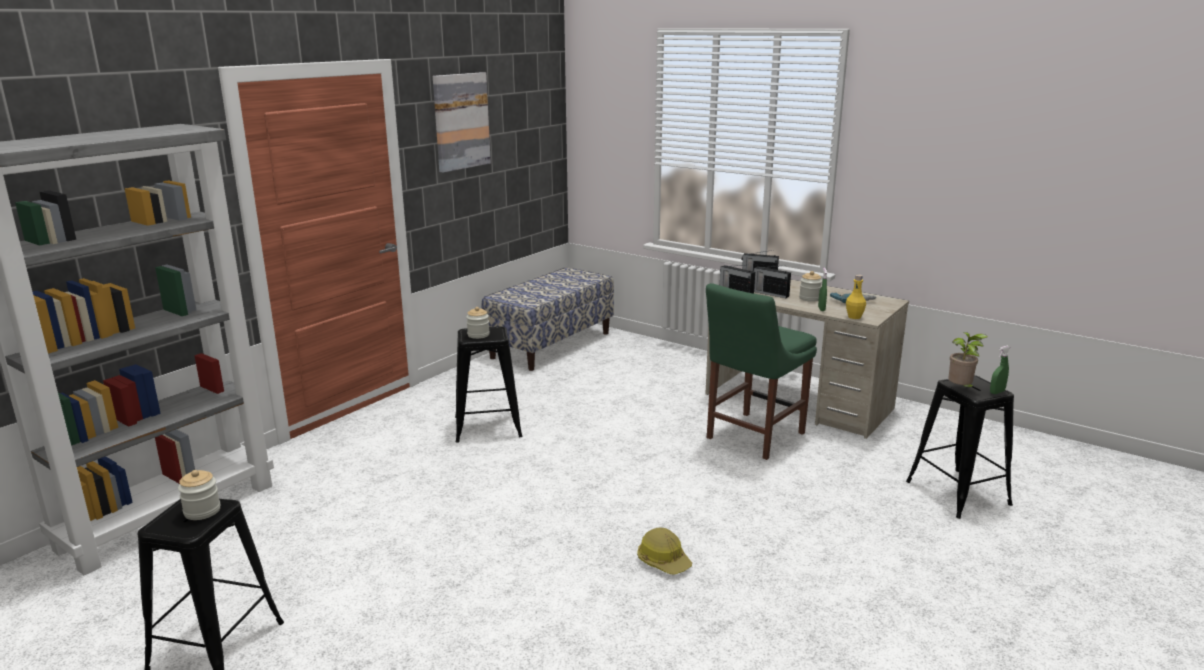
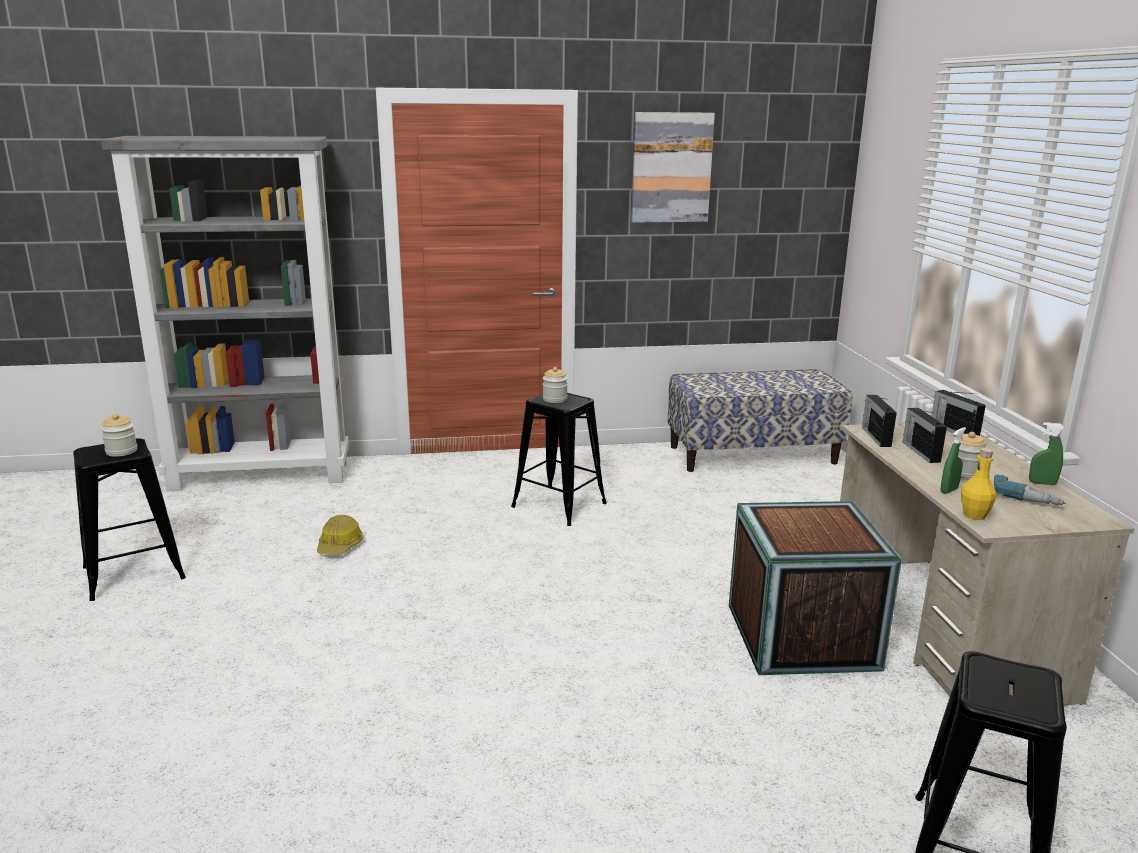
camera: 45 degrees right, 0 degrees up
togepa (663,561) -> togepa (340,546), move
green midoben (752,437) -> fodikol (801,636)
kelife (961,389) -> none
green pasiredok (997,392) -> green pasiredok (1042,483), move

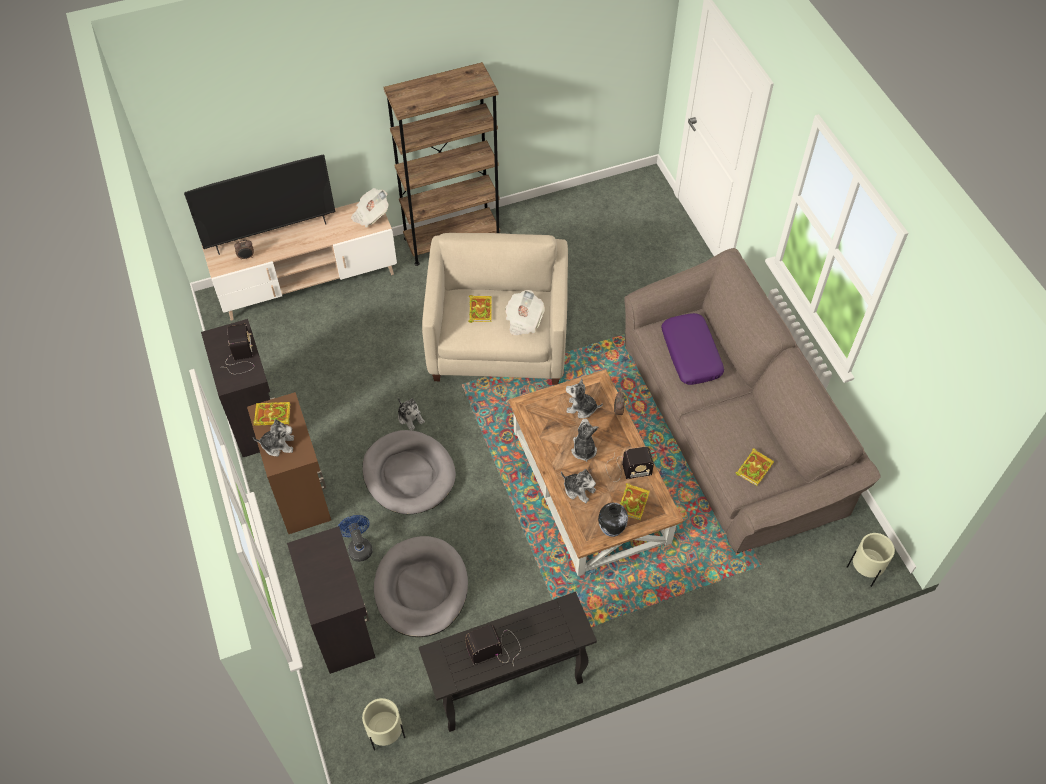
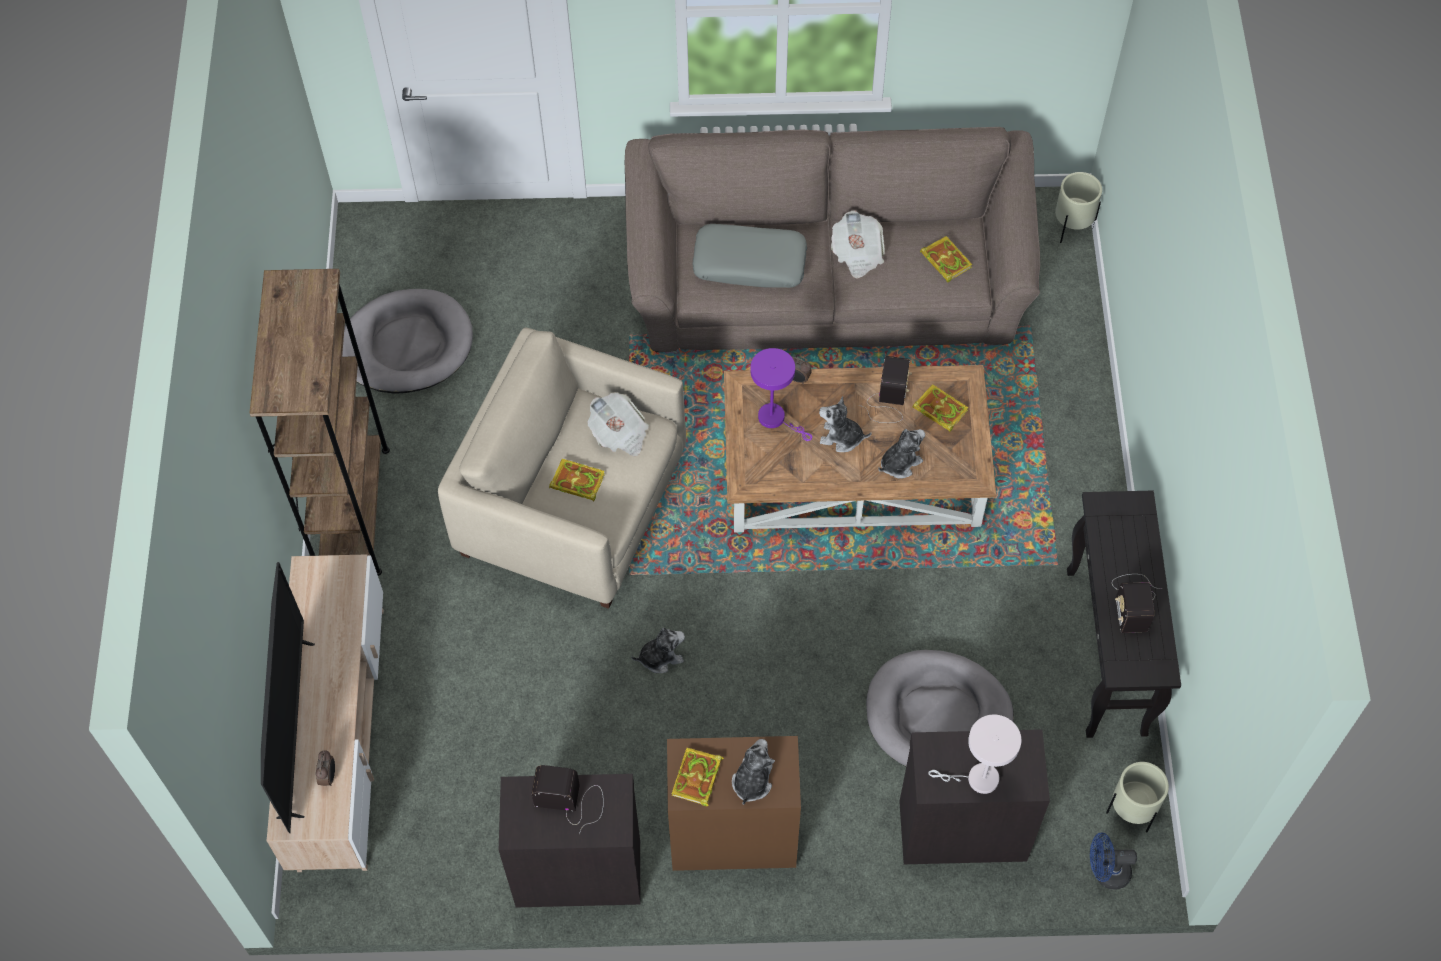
camera: 70 degrees left, 5 degrees up
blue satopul (359,547) -> blue satopul (1106,872), move
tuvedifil (370,215) -> tuvedifil (857,254), move
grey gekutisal (409,474) -> grey gekutisal (407,345), move
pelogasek (581,408) -> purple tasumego (776,419)
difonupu (611,529) -> none
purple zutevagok (691,354) -> grey zutevagok (750,263)
none -> white tasumego (977,779)

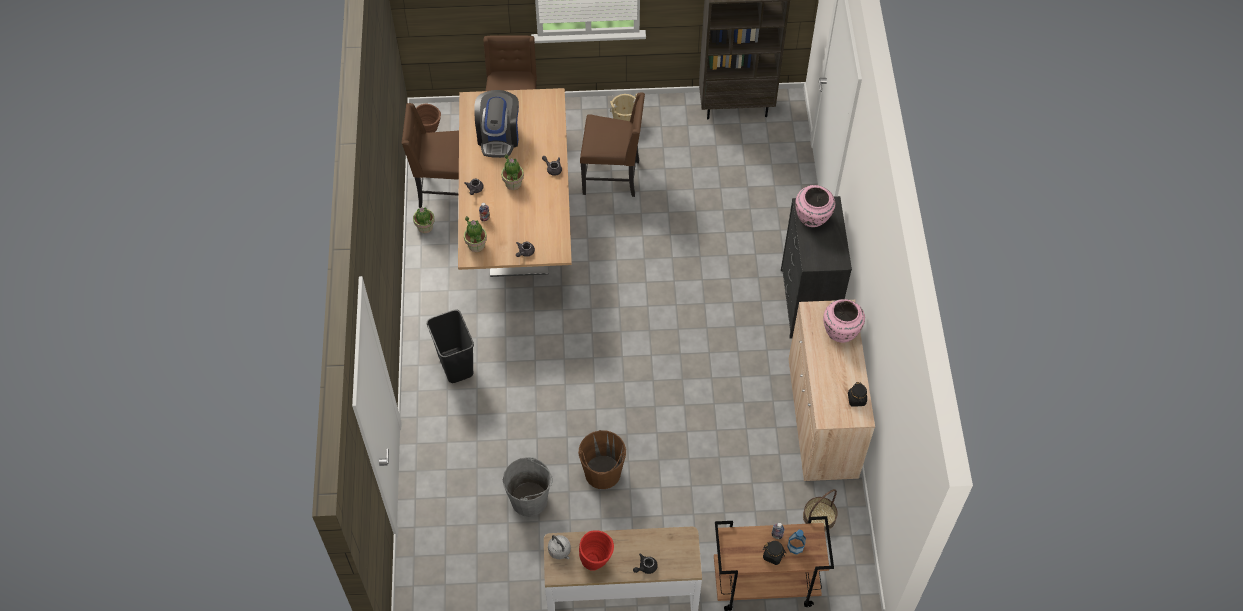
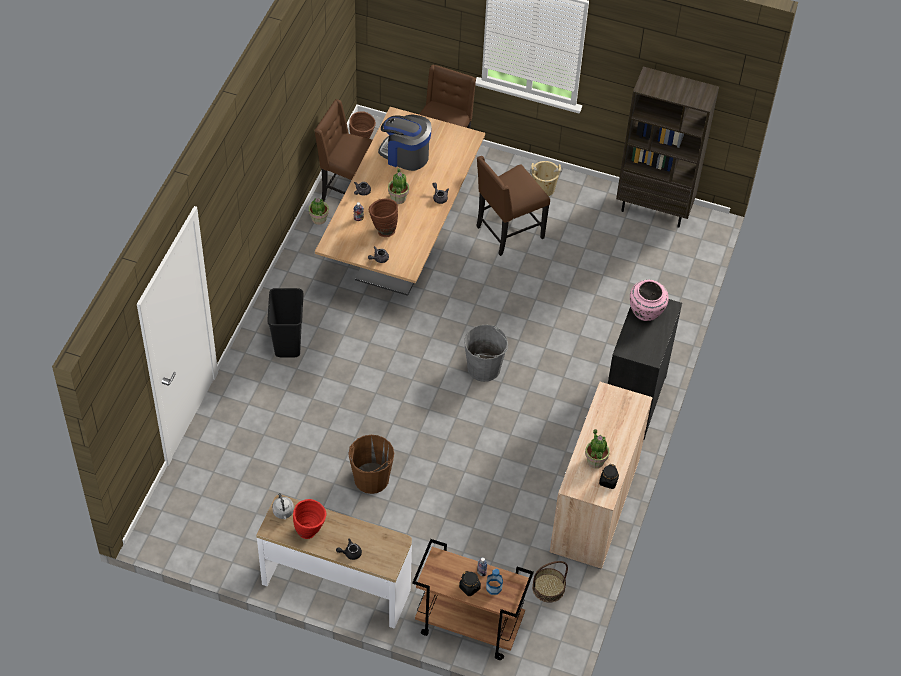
camera: 20 degrees right, 5 degrees down
kelife (476,245) -> kelife (595,460), move
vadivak (499,137) -> vadivak (405,155), 90 degrees clockwise
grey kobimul (529,499) -> grey kobimul (484,368), move
brown midoben (613,177) -> brown midoben (508,232), 120 degrees clockwise
pink difonupu (841,331) -> none
none -> brown difonupu (383,230)

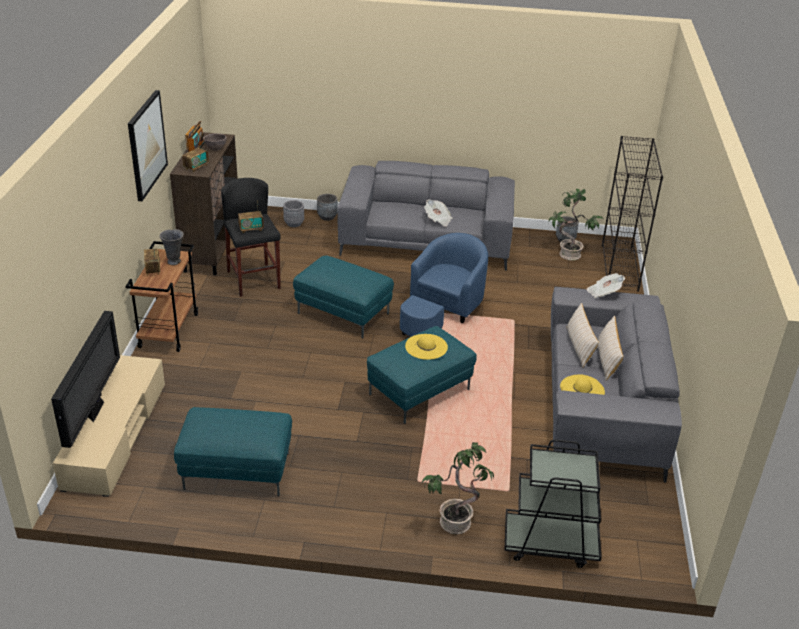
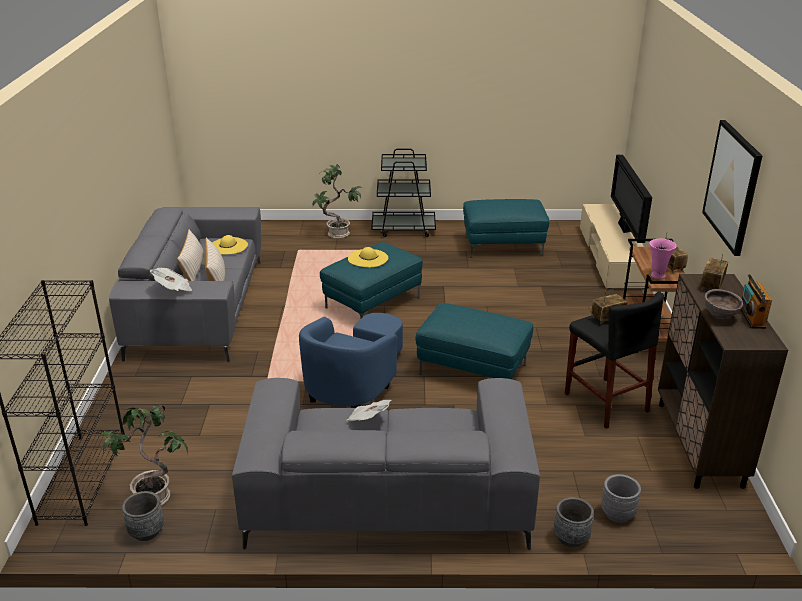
camera: 175 degrees right, 5 degrees down
grey difonupu (174,261) -> pink difonupu (657,275)
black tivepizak (550,544) -> black tivepizak (404,229), move

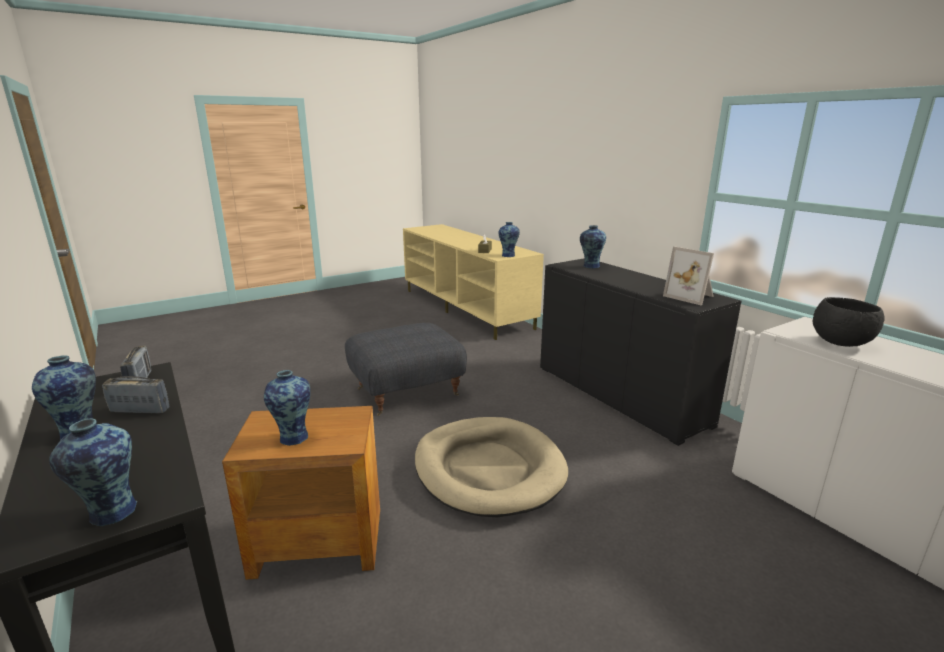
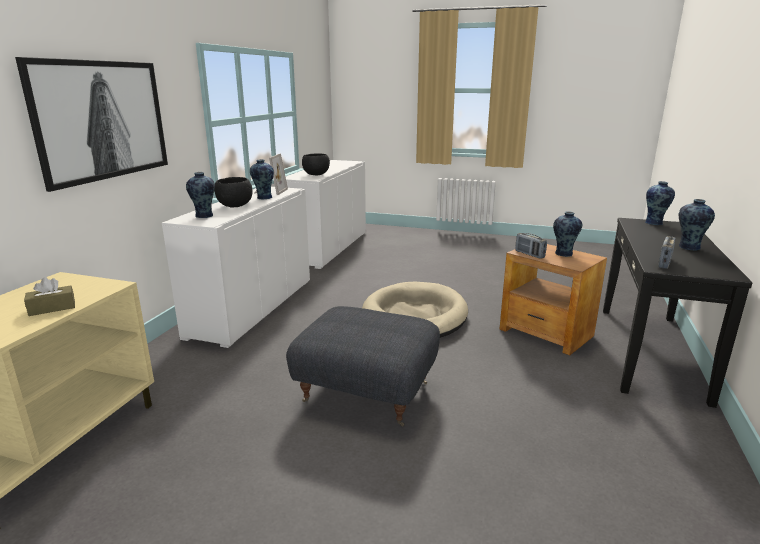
camera: 130 degrees left, 0 degrees up
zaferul (140,410) -> zaferul (529,254), move
difonupu (508,255) -> difonupu (263,197), move
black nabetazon (619,395) -> white nabetazon (253,307)
none -> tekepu (102,120)
none -> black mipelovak (234,206)

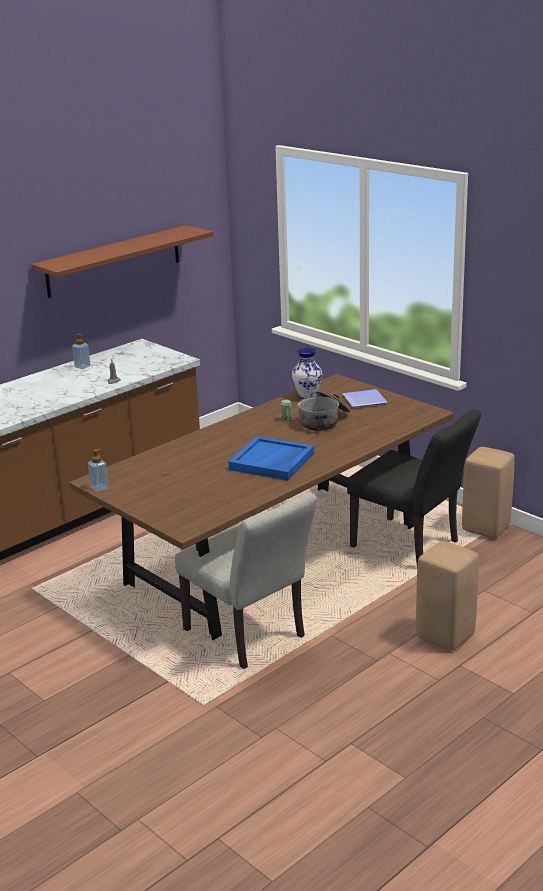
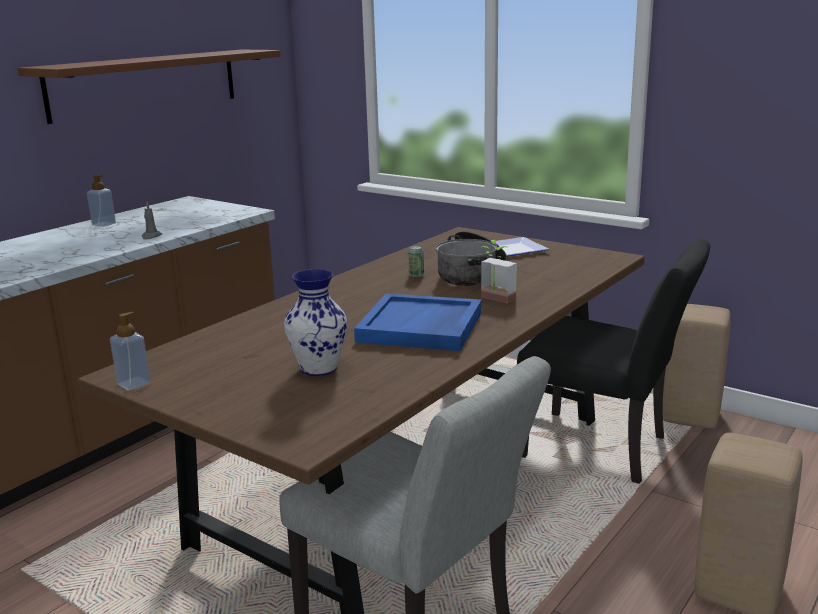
camera: 10 degrees left, 5 degrees down
difonupu (307,395) -> difonupu (317,368), move
none -> kelife (494,300)

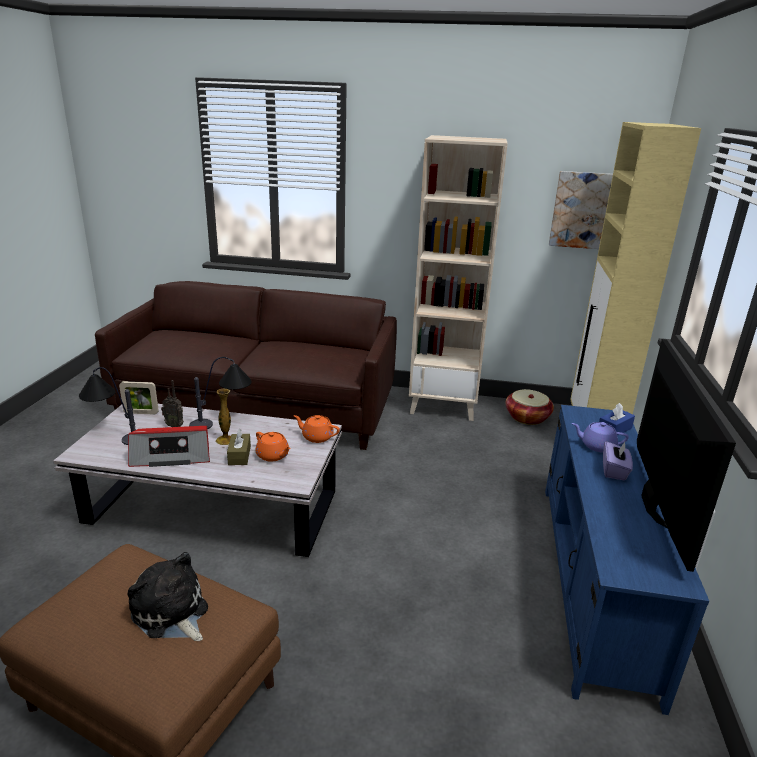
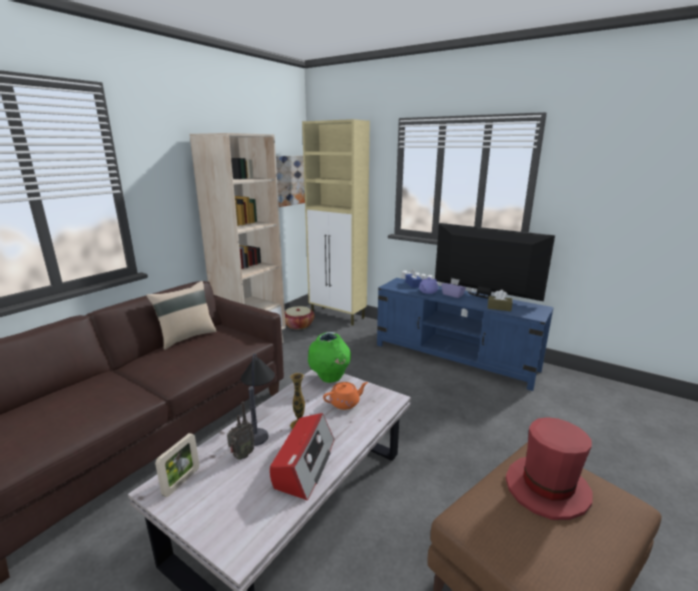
camera: 65 degrees left, 5 degrees down
tasumego (115,433) -> none
pelogasek (171,613) -> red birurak (547,488)
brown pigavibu (239,455) -> brown pigavibu (499,308), move
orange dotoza (316,437) -> green difonupu (330,378)
none -> beige zutevagok (186,337)

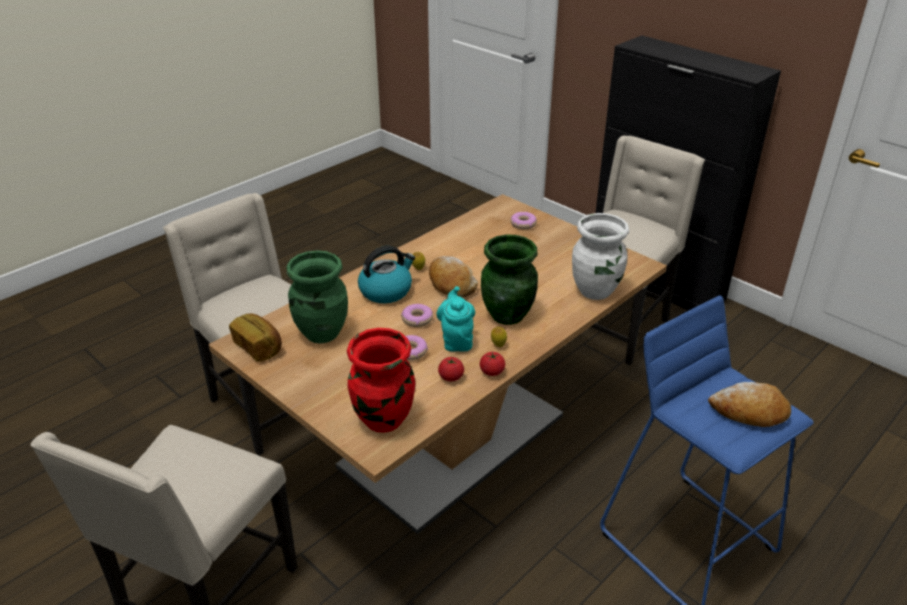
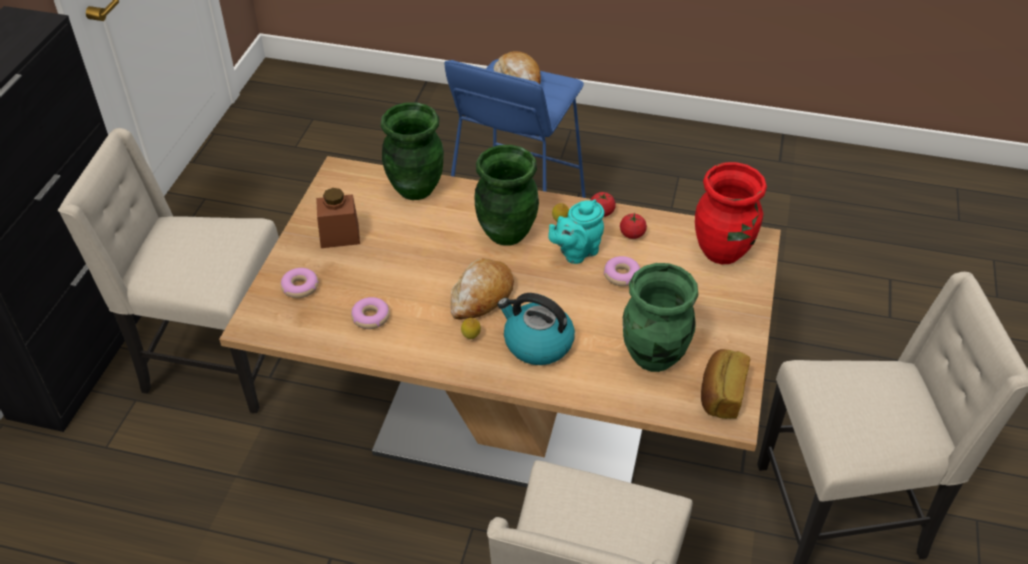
camera: 120 degrees left, 10 degrees up
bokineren (417,319) -> bokineren (370,317), move
white difonupu (596,291) -> green difonupu (415,188)
none -> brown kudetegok (339,235)

